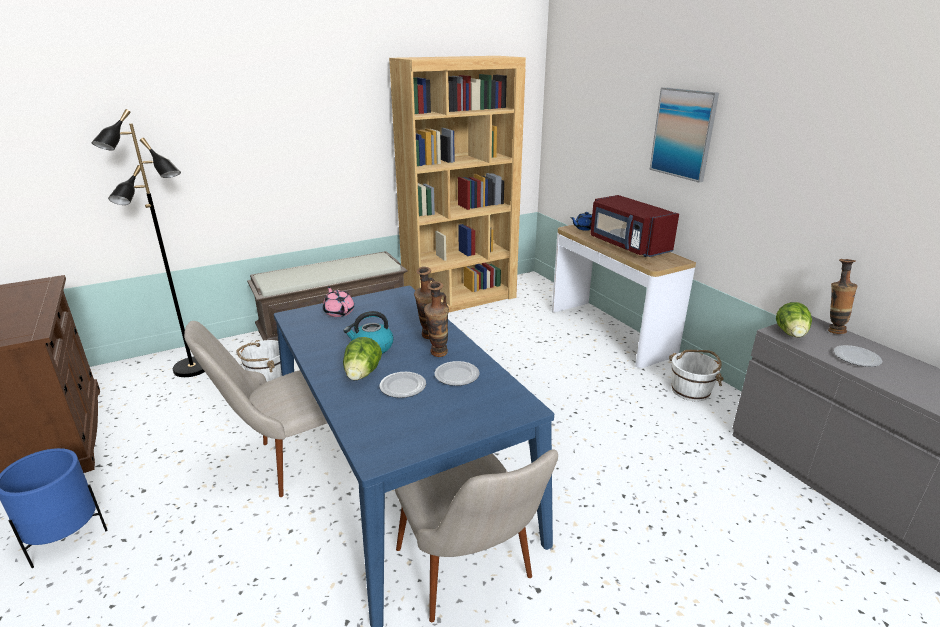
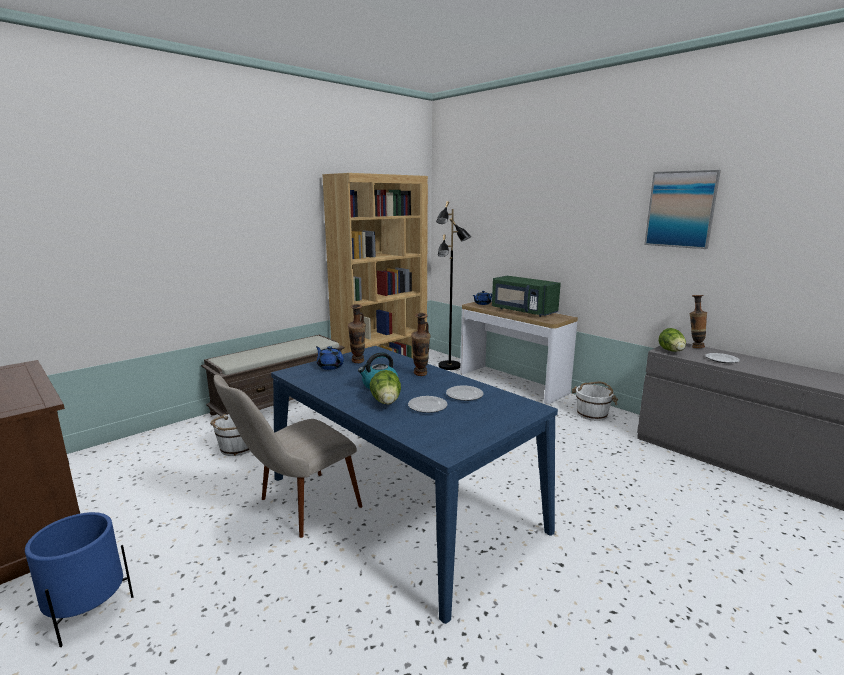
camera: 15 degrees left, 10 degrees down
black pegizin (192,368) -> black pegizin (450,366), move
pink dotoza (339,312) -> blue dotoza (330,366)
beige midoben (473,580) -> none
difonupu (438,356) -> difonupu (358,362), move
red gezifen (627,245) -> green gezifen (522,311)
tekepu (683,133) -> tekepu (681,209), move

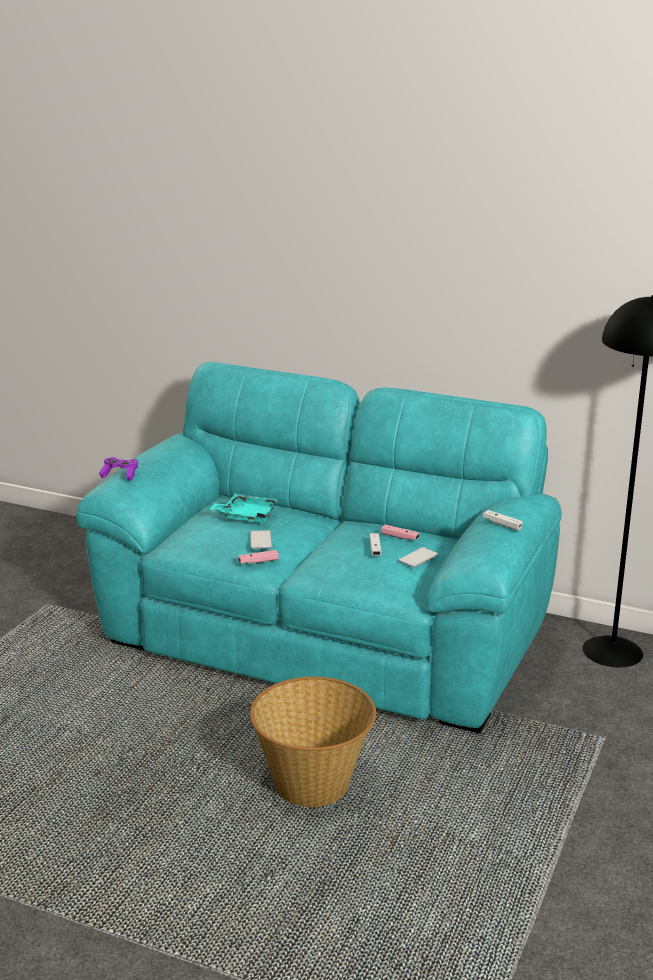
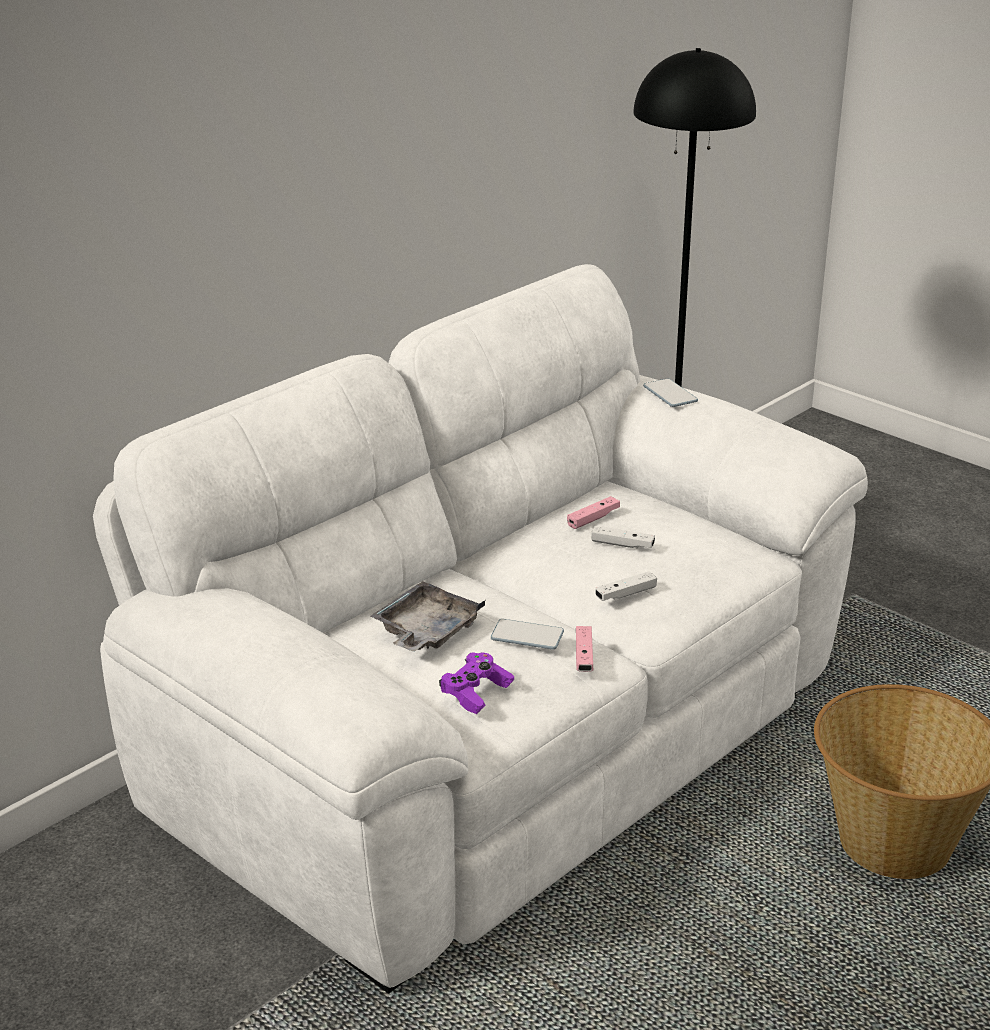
camera: 70 degrees left, 5 degrees up
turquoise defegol (327,632) -> white defegol (496,740)
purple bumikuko (120,475) -> purple bumikuko (476,692), move
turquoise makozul (246,516) -> grey makozul (426,632)
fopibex (418,558) -> fopibex (670,394), move
white bumikuko (502,524) -> white bumikuko (625,594), move

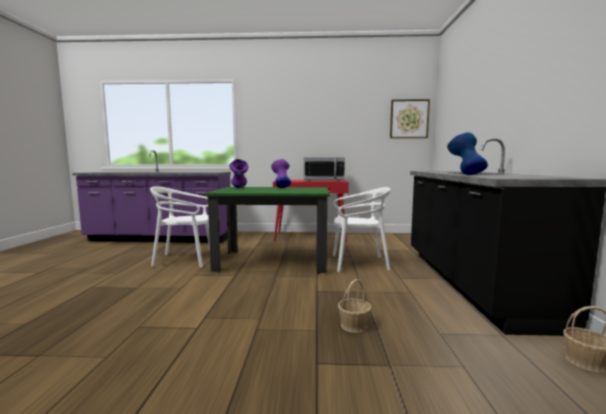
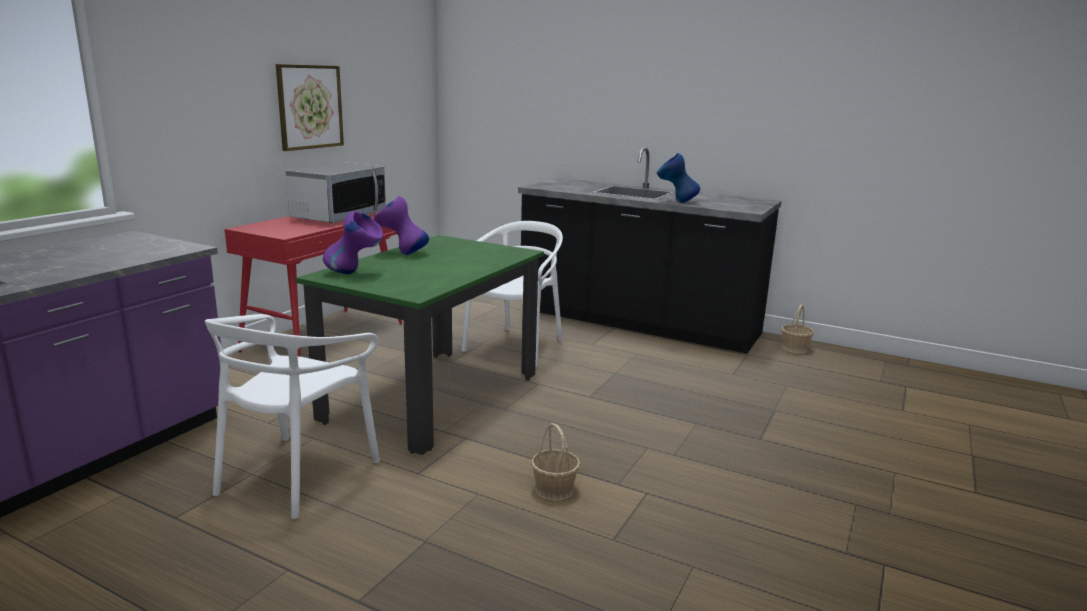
camera: 65 degrees left, 10 degrees up
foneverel (354,325) -> foneverel (554,489), move
tekepu (409,119) -> tekepu (310,107), move

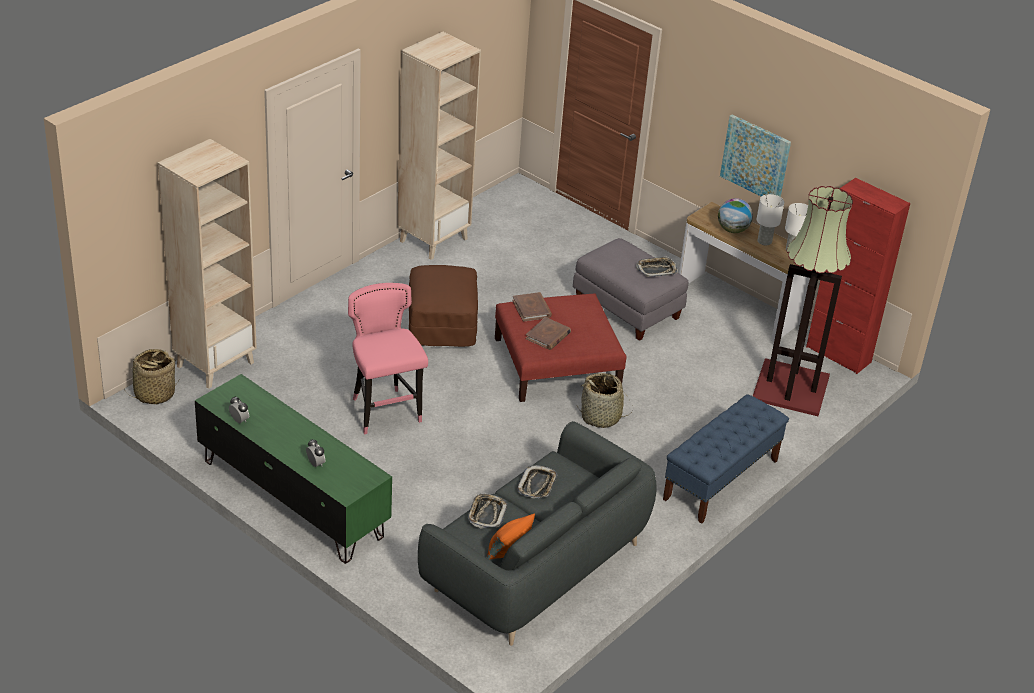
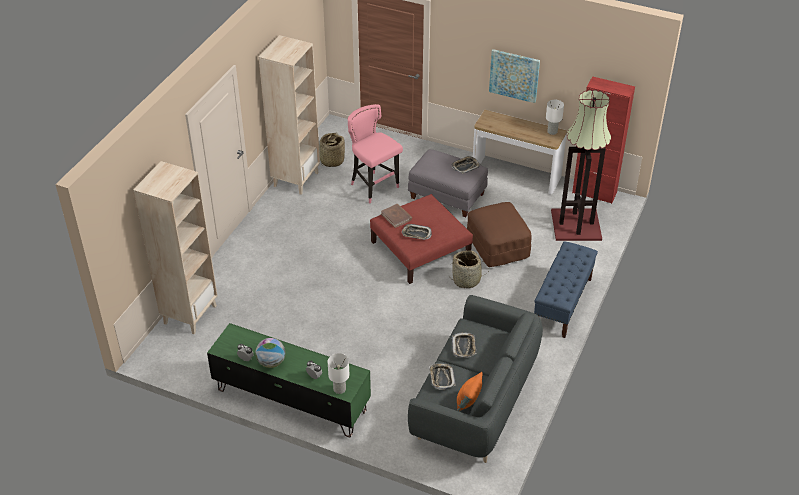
camera: 15 degrees left, 5 degrees up
foneverel (154,394) -> foneverel (331,161), move
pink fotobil (385,412) -> pink fotobil (374,187), move
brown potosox (442,325) -> brown potosox (498,246), move
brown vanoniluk (548,336) -> makozul (416,234)
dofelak (732,230) -> dofelak (271,362), move
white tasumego (765,241) -> white tasumego (340,389), move

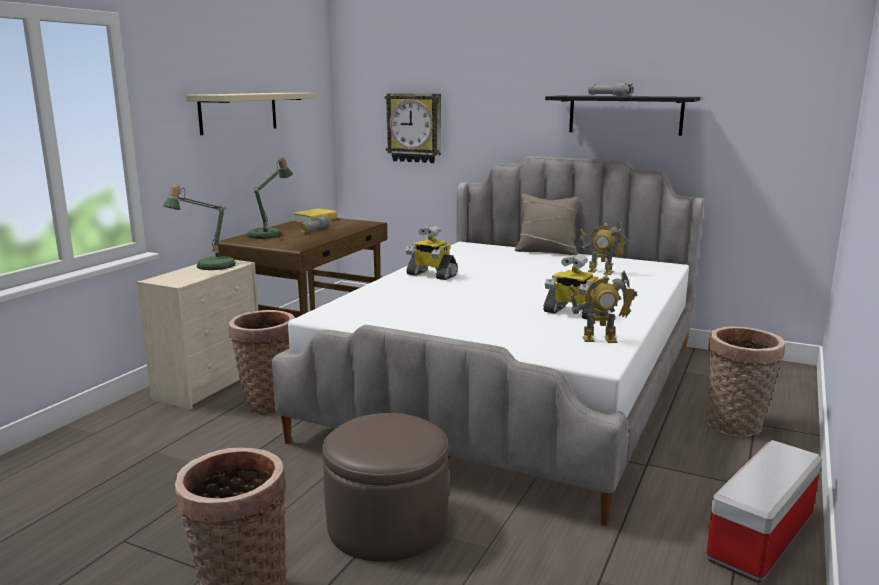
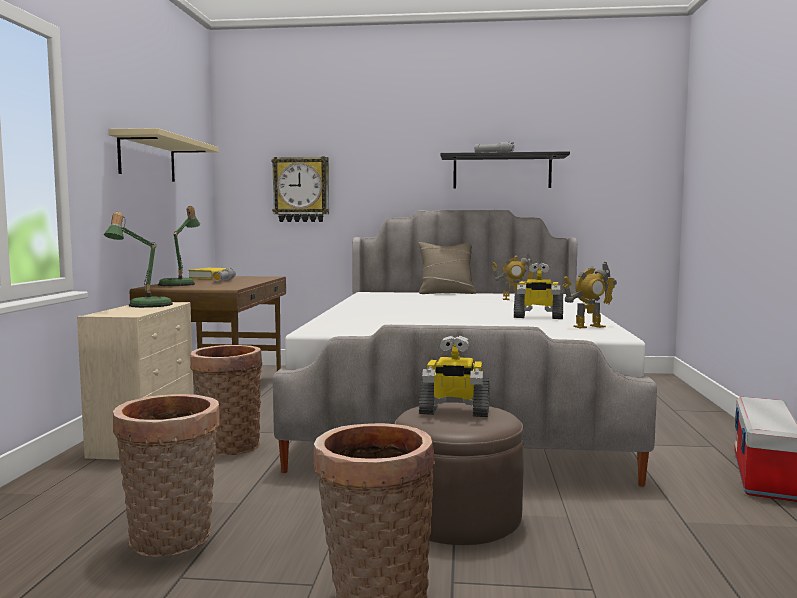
camera: 20 degrees left, 10 degrees down
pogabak (431,275) -> pogabak (454,412), move
foneverel (736,426) -> foneverel (172,541), move

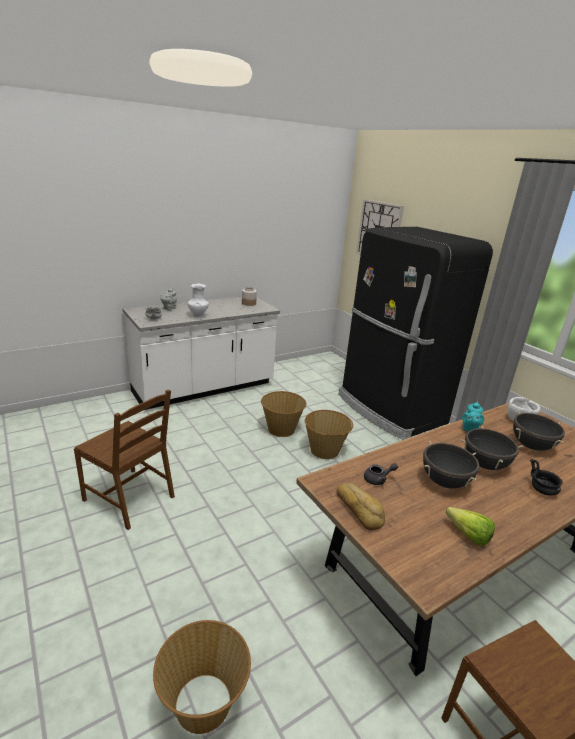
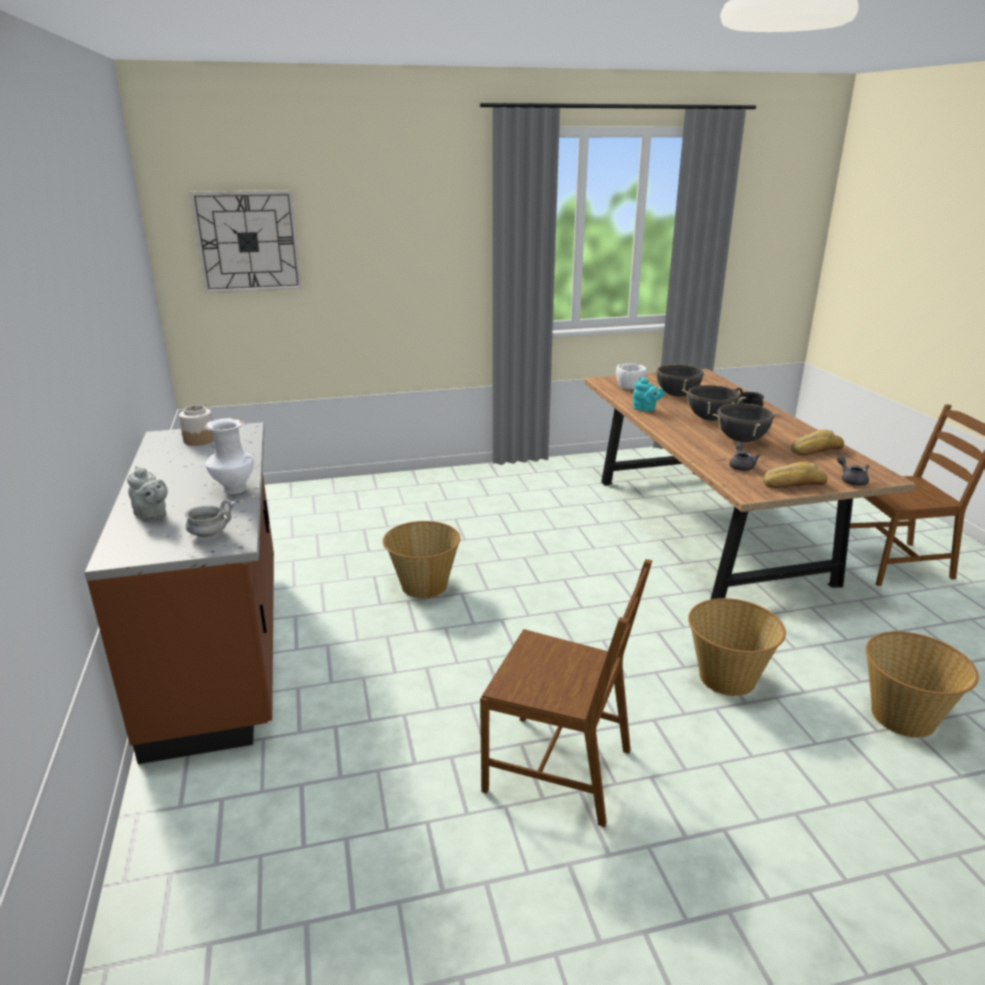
camera: 70 degrees left, 0 degrees up
brown midoben (130,498) -> brown midoben (560,768), 60 degrees clockwise
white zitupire (204,389) -> brown zitupire (222,649)
foneverel (325,450) -> foneverel (727,677), move
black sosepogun (390,410) -> none
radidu (465,533) -> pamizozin (814,449)
none -> grey dotoza (851,480)

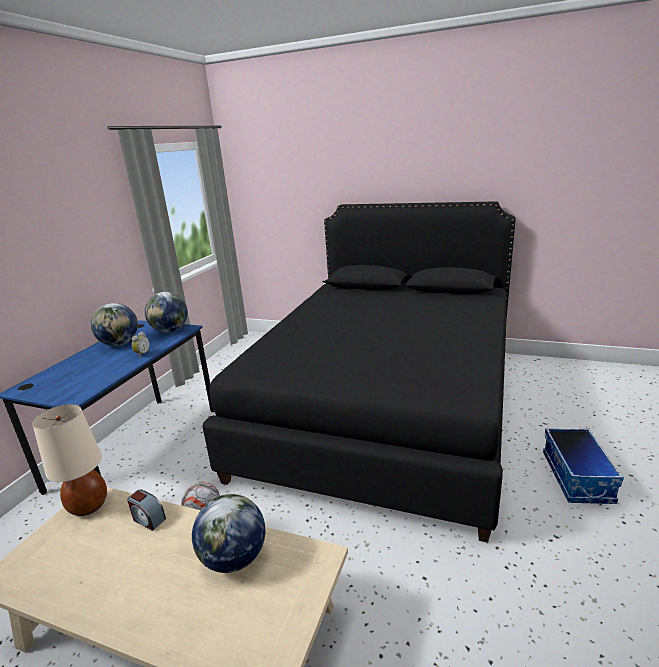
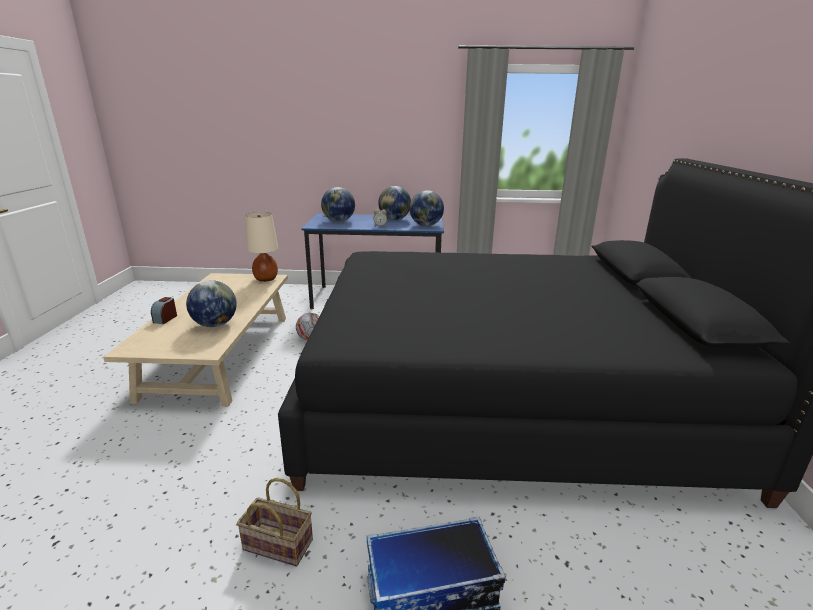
camera: 70 degrees right, 0 degrees up
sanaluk (148,519) -> sanaluk (165,319), move
none -> foneverel (276,545)
none -> dofelak (338,221)

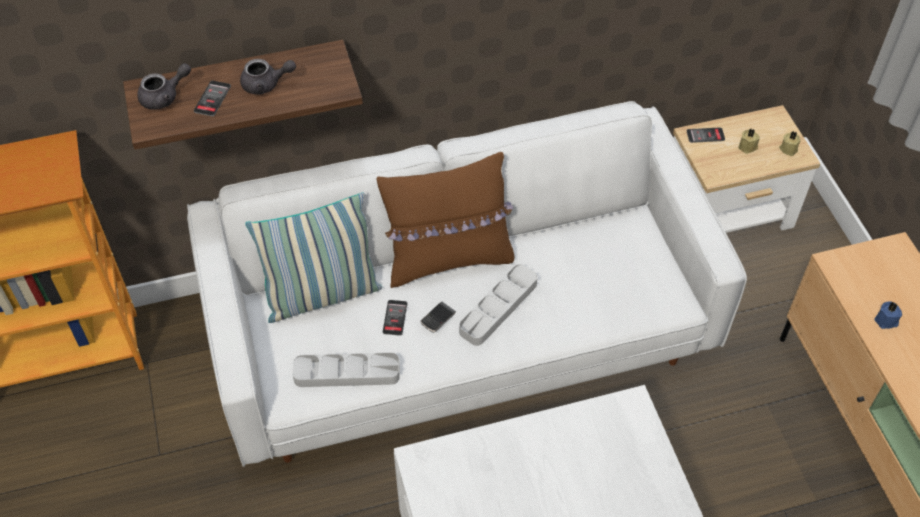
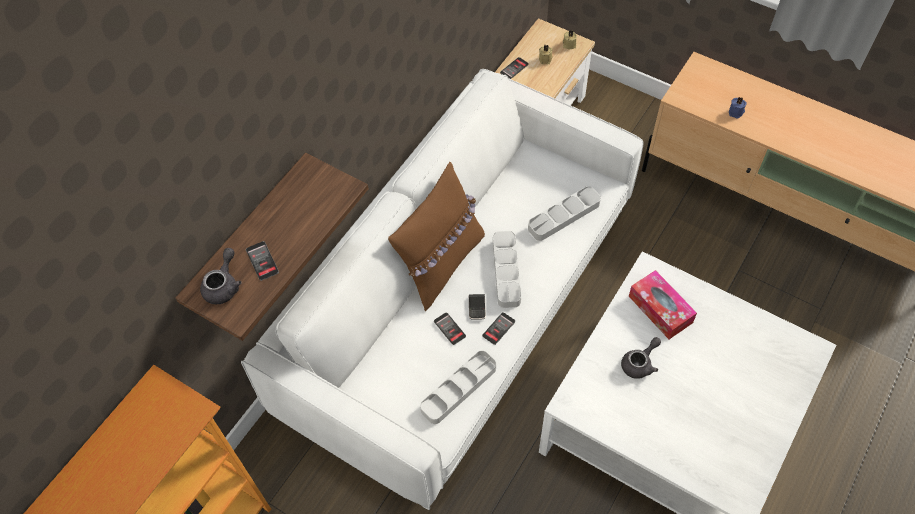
camera: 40 degrees left, 5 degrees up
grey dotoza (266,85) -> grey dotoza (640,363), move
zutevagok (322,295) -> none
none -> fopibex (498,328)
none -> grey makozul (564,216)
none -> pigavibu (660,309)

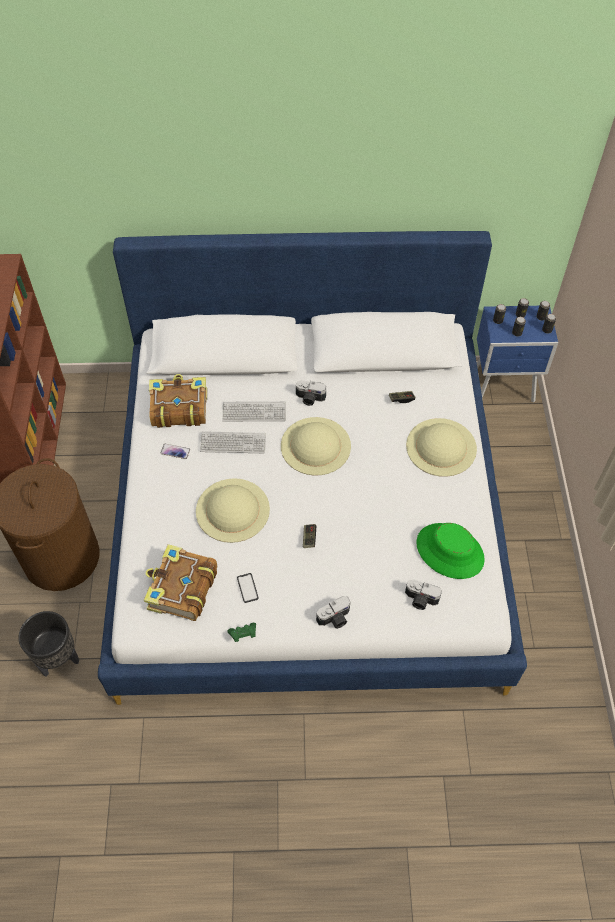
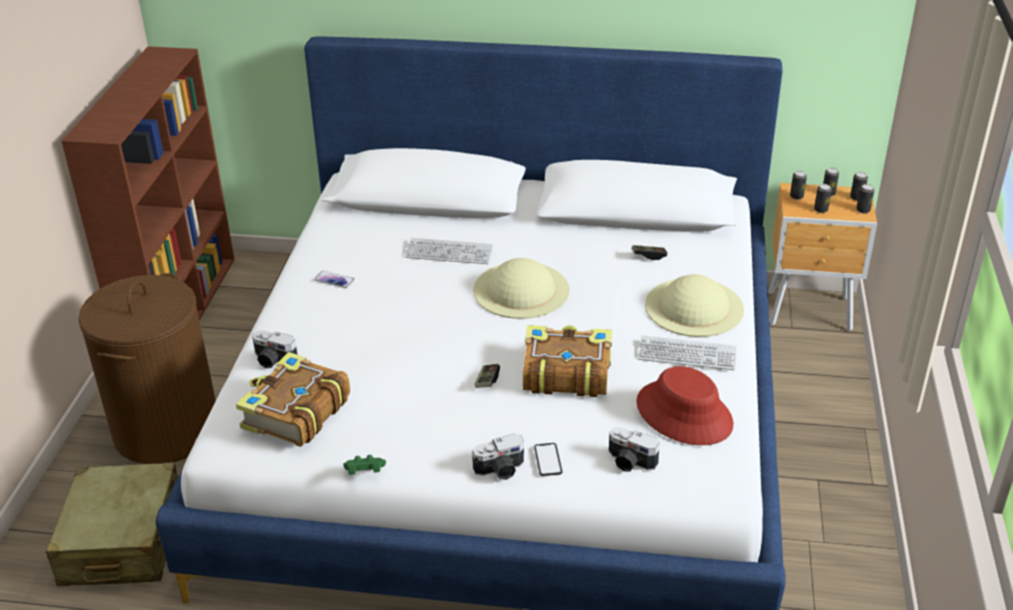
camera: 10 degrees right, 20 degrees down
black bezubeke (59,660) -> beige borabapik (122,541)
vanoniluk (178,408) -> vanoniluk (565,372), move
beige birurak (232,510) -> none
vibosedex (233,443) -> vibosedex (687,354), move
fopibex (247,588) -> fopibex (548,460), move
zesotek (309,399) -> zesotek (273,361), move
green birurak (450,551) -> red birurak (684,413)
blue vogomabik (504,387) -> brown vogomabik (811,312)

